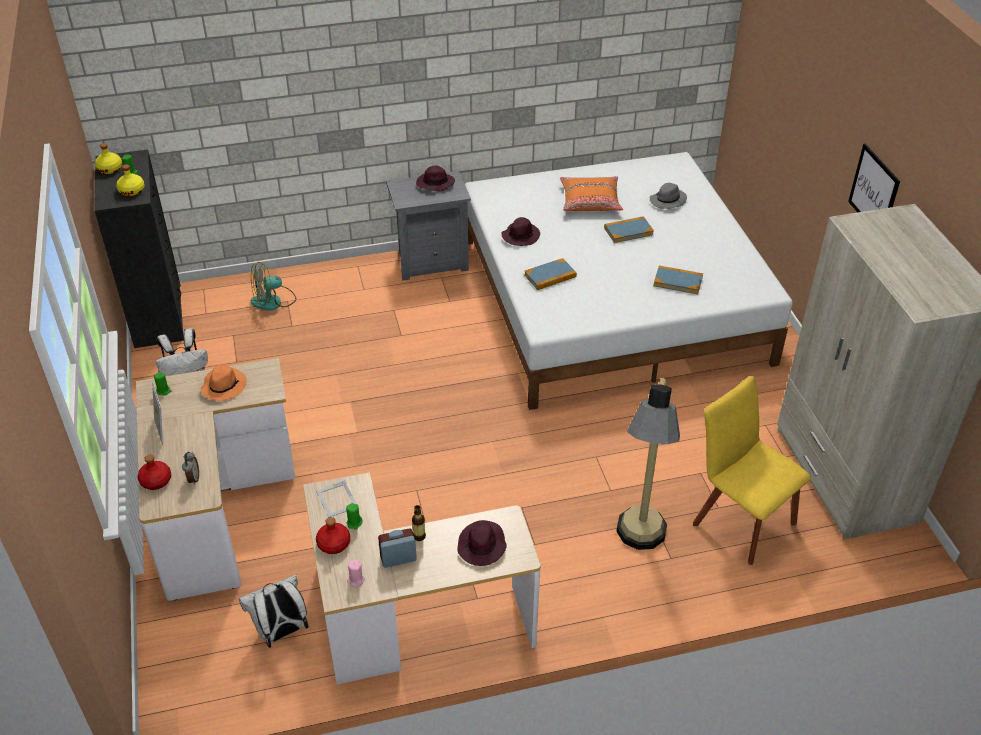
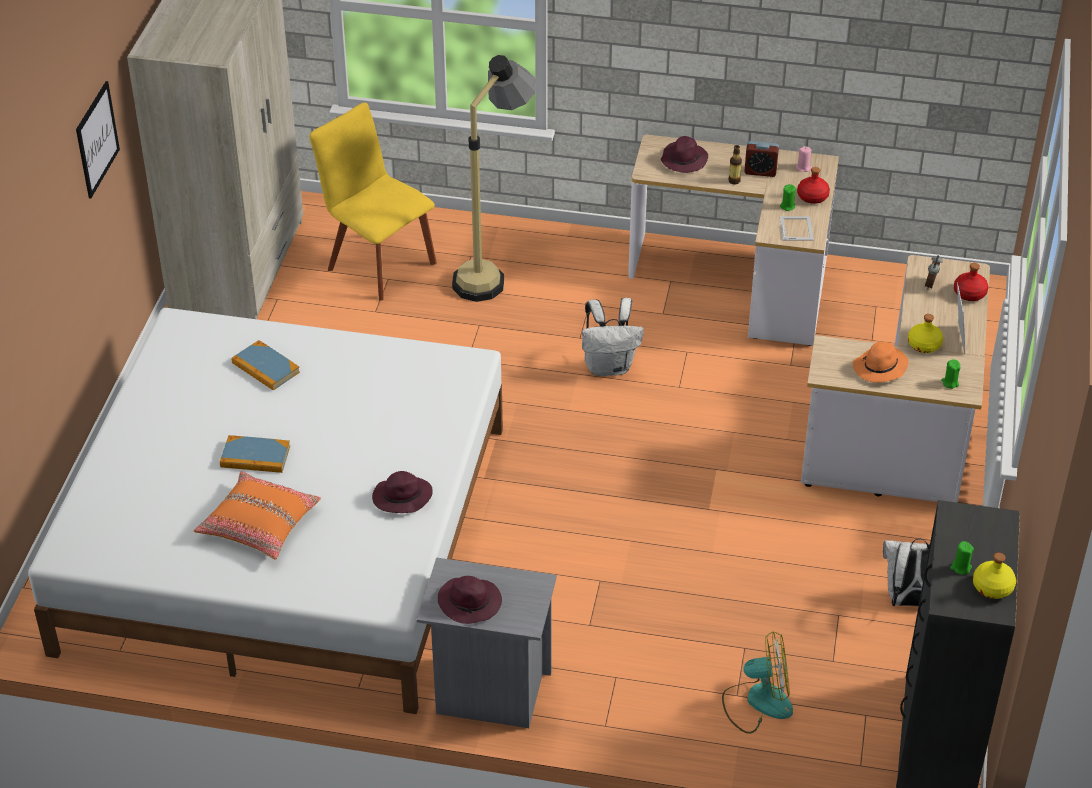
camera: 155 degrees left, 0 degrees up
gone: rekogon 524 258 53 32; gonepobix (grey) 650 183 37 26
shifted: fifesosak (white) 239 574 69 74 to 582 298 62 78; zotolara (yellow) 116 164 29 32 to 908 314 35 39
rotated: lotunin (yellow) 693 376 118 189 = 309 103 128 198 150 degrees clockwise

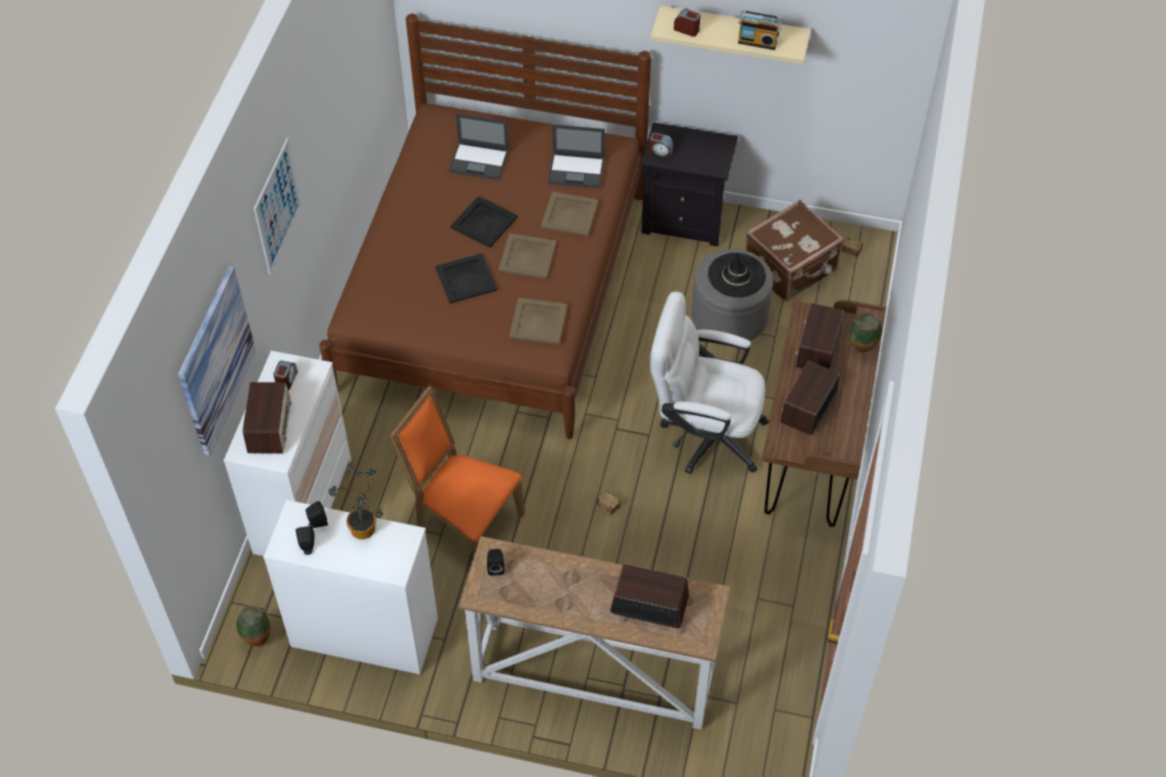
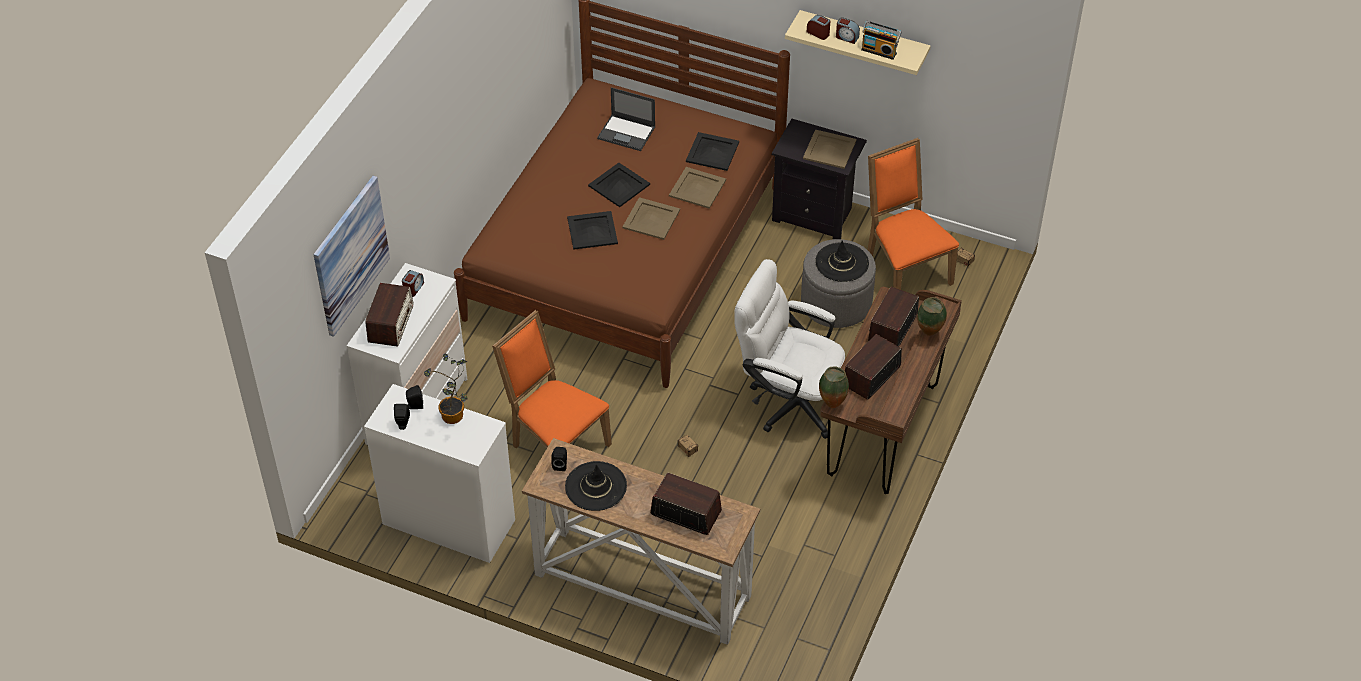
camera: 10 degrees right, 5 degrees down
gone: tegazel 254 138 48 136
new: gonepobix (black) 565 461 62 50
shifted: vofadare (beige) 509 298 59 46 to 803 129 54 40; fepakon 236 606 34 41 to 819 366 30 42; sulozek 649 132 24 26 to 836 17 24 27
swapped: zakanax 548 124 57 64 to vofadare (black) 686 132 53 39; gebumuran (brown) 745 200 99 102 to lotunin (orange) 868 138 91 152

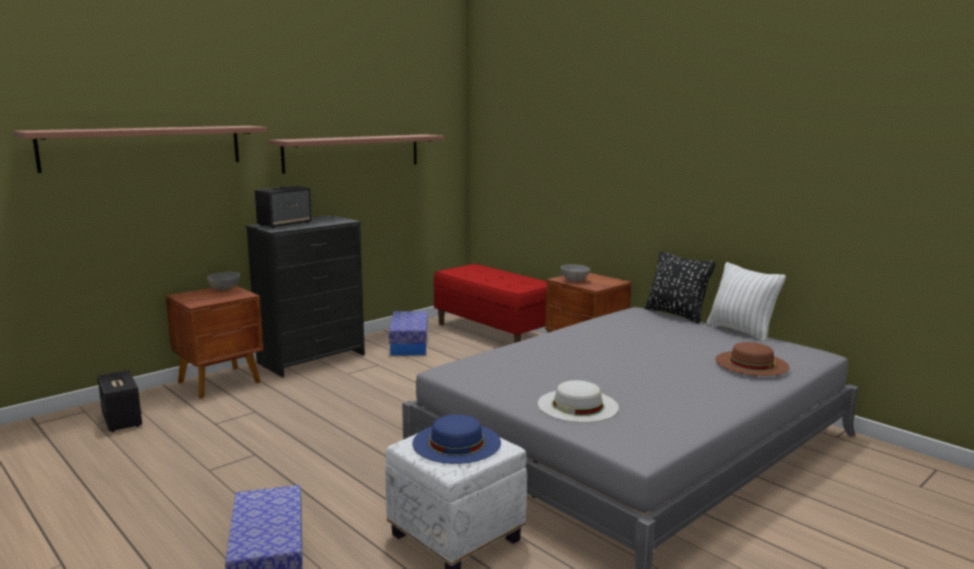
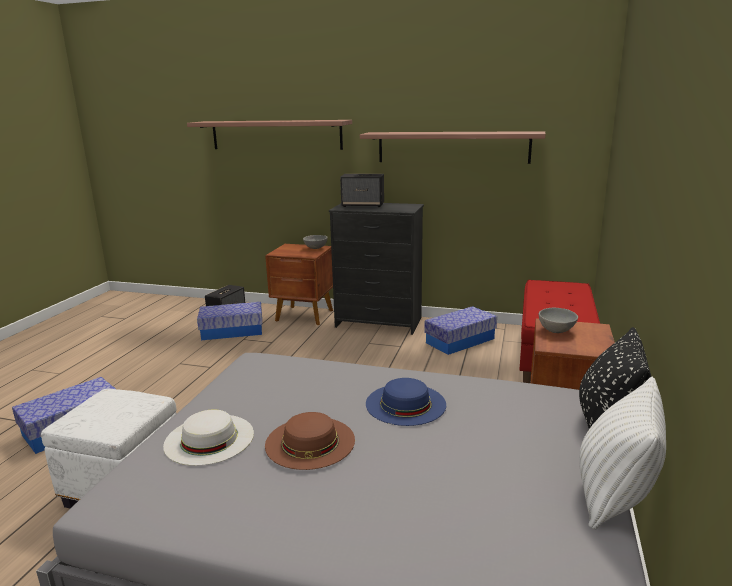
camera: 60 degrees right, 5 degrees up
new: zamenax 197 302 65 38
shifted: gonepobix (brown) 715 342 75 34 to 265 412 90 58; gonepobix (blue) 412 414 89 50 to 366 378 80 48

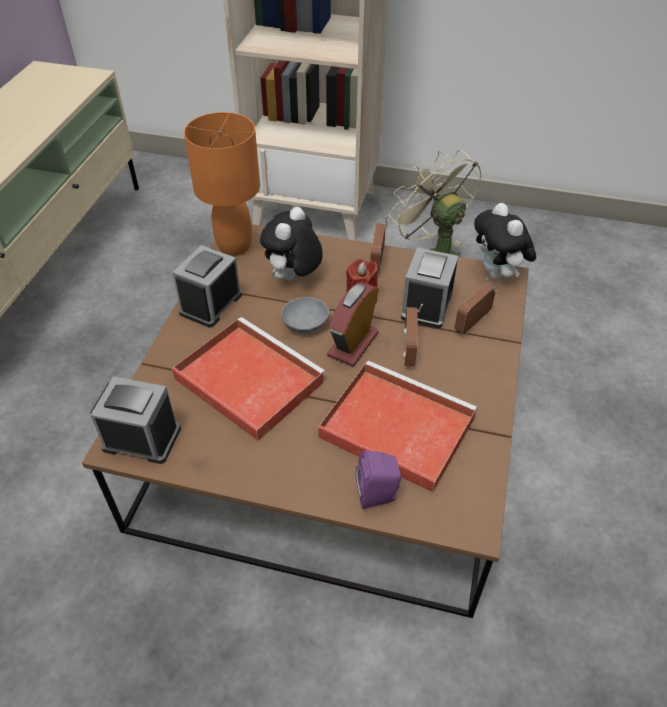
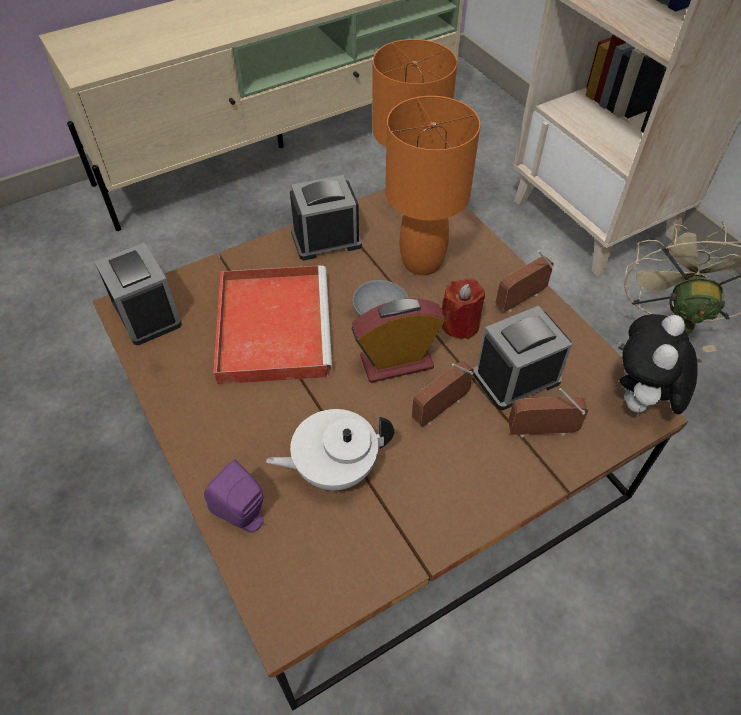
camera: 45 degrees right, 5 degrees up
swapped: vofadare (red) 318 361 159 132 to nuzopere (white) 266 409 128 81; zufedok 260 207 63 73 to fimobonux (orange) 385 96 95 179

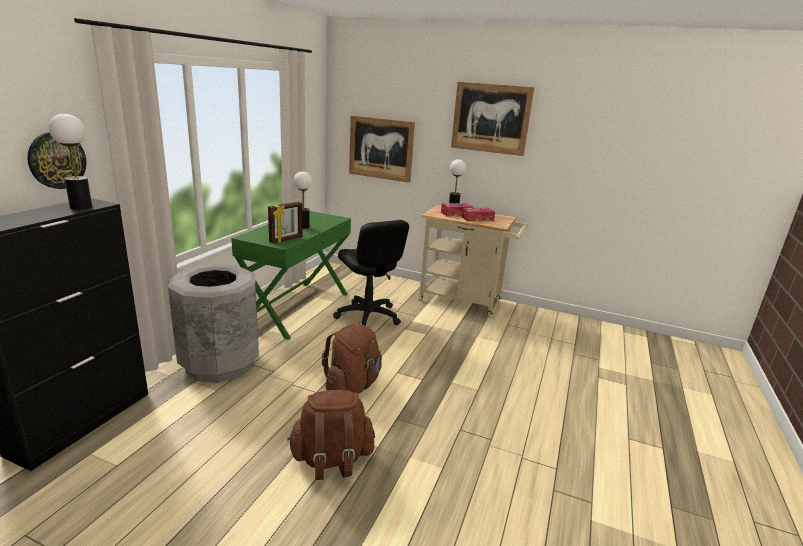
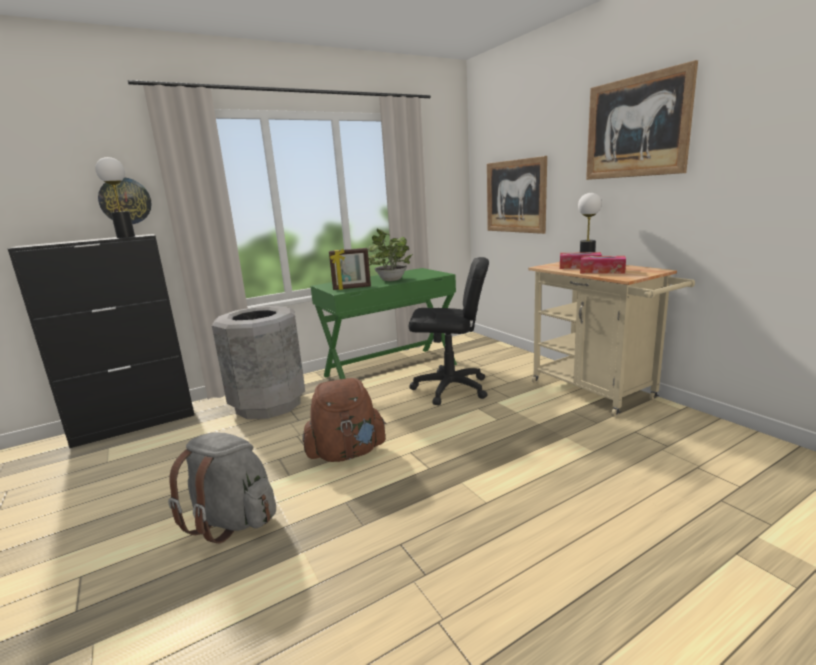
camera: 40 degrees right, 5 degrees down
swapped: fimobonux 294 171 18 58 to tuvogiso 368 229 45 52
repainted: fifesosak (brown) 287 390 88 90 to fifesosak (grey) 168 432 108 112
rotated: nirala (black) 333 220 76 106 = 409 257 80 148 90 degrees counterclockwise

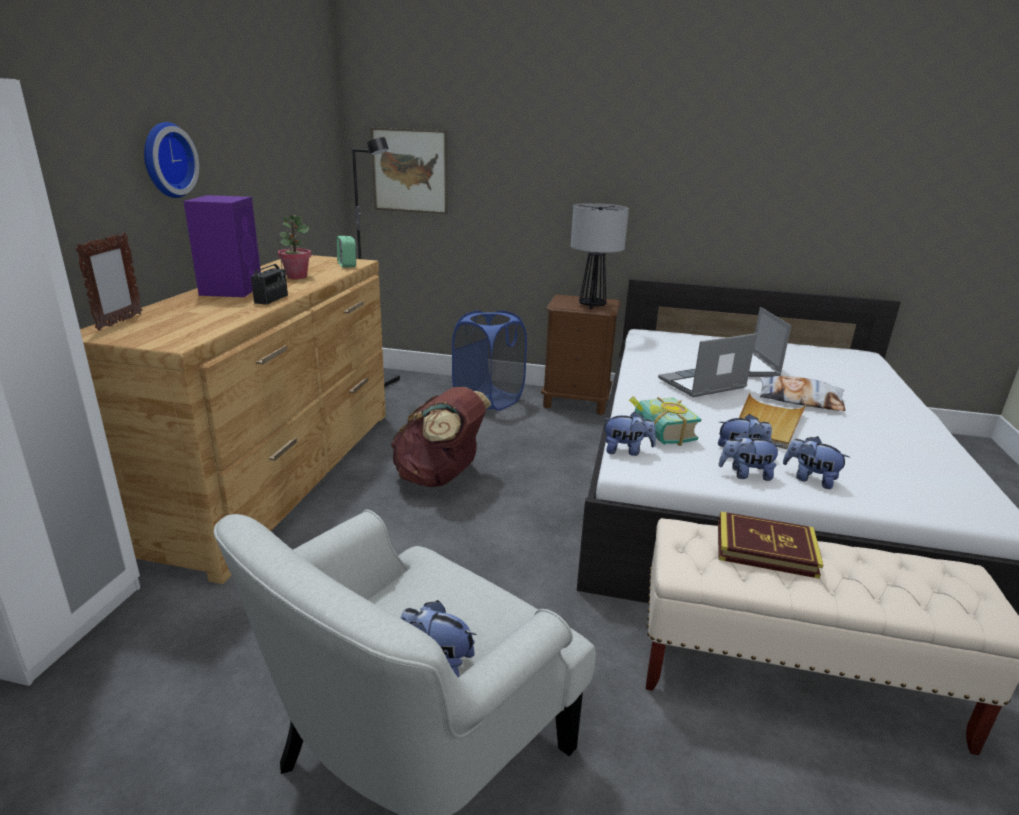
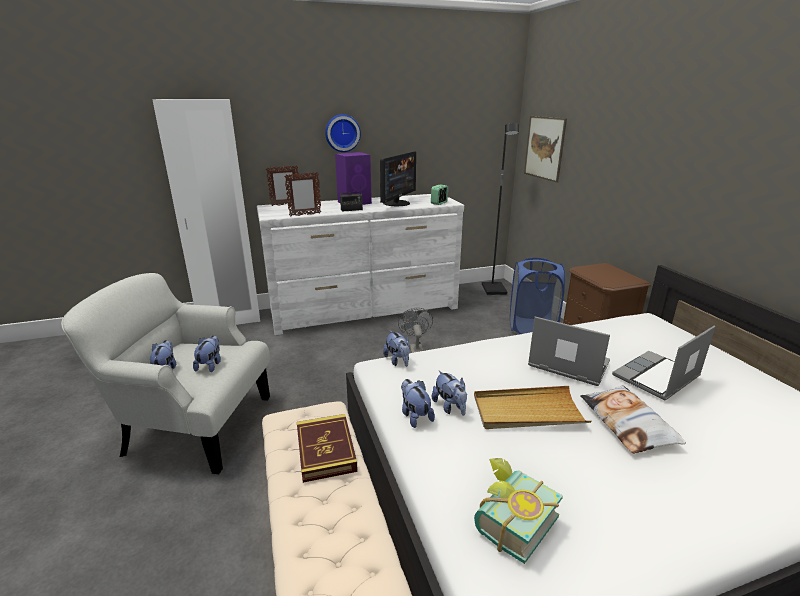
camera: 60 degrees right, 0 degrees up
gone: fimobonux 571 203 58 106
new: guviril 284 172 37 44
shifted: zufedok 783 436 67 53 to 193 335 28 37; rekogon 629 396 72 50 to 474 458 89 106
swapped: tuvogiso 278 215 34 64 to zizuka 380 151 36 55; fifesosak (brown) 391 387 100 100 to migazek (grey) 398 308 35 45
repainted: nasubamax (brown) 80 255 306 329 to nasubamax (white) 257 194 207 141

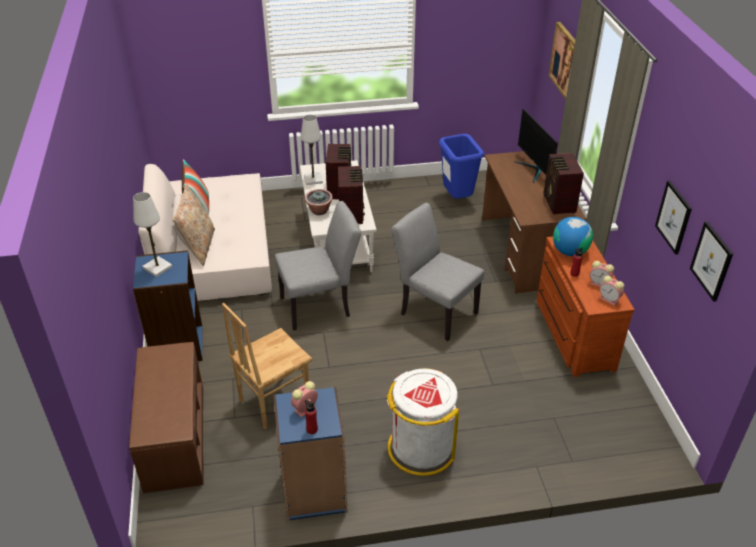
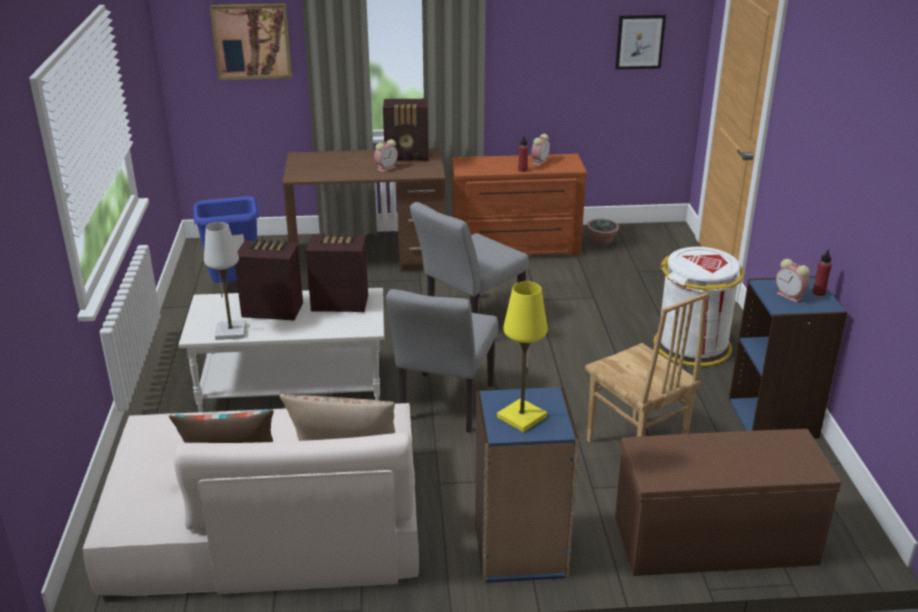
camera: 85 degrees left, 10 degrees down
gone: zizuka 514 109 44 74; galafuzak 553 217 40 39; tegazel 655 181 37 74
shifted: sulozek 600 276 24 30 to 374 139 24 33; tuvogiso 305 189 28 26 to 587 219 32 28
repainted: fimobonux (white) 133 192 39 85 to fimobonux (yellow) 497 281 50 151
rotated: lotunin (grey) 275 201 86 130 = 386 289 112 143 150 degrees counterclockwise

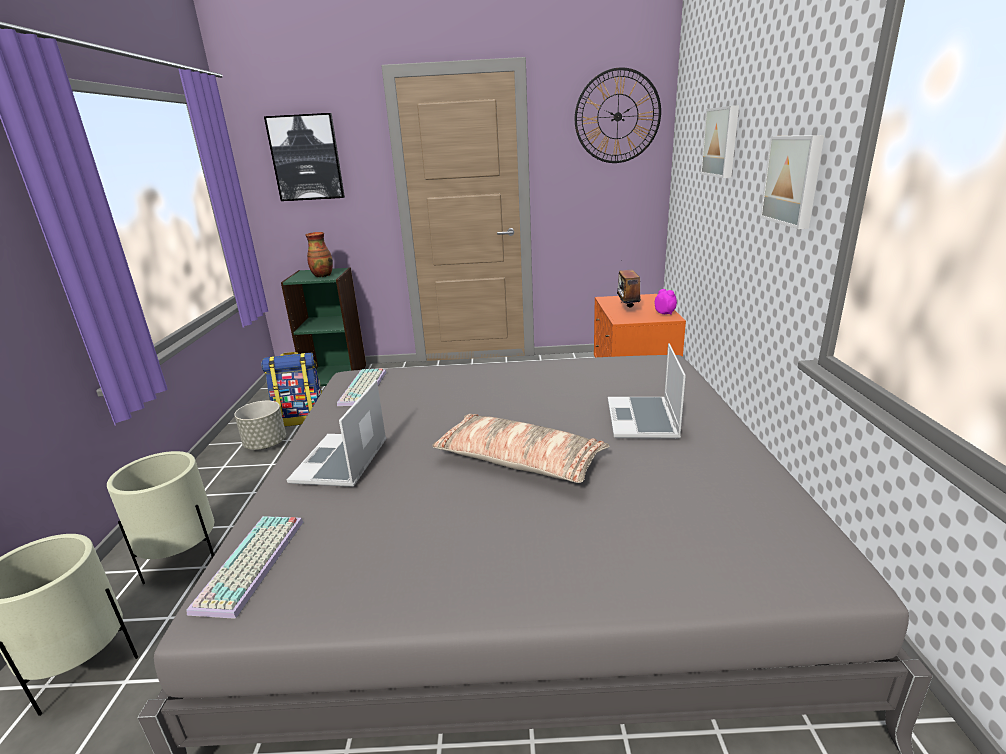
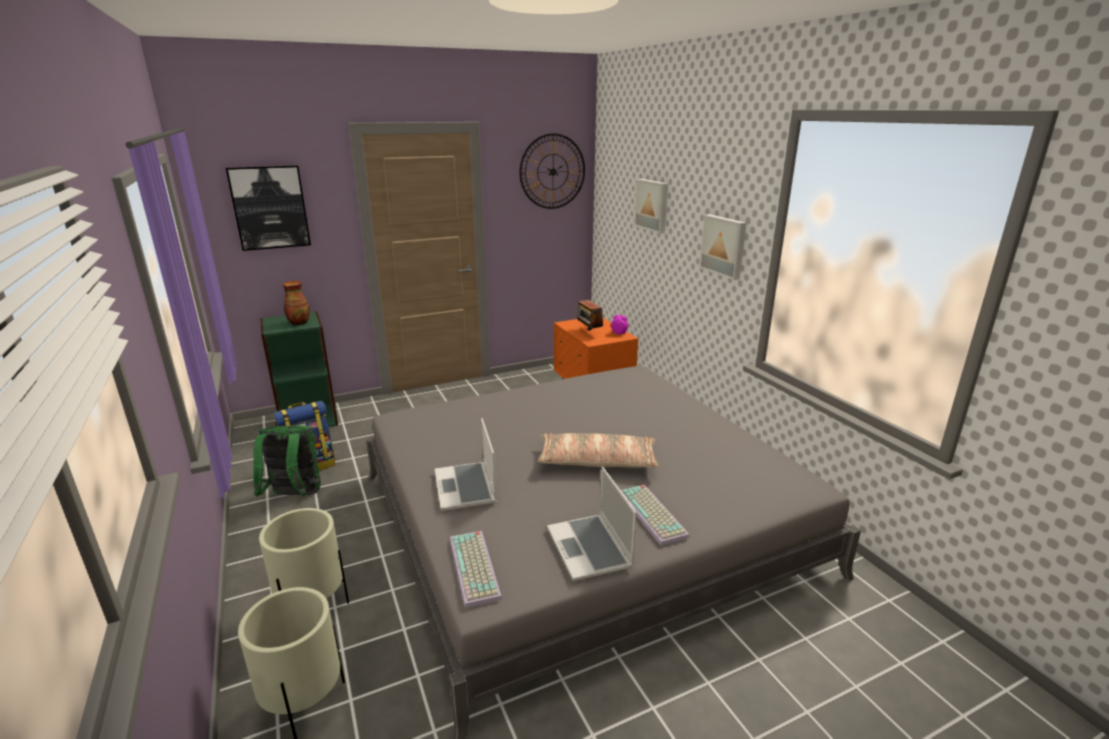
camera: 25 degrees left, 0 degrees up
shifted: zakanax 608 344 78 95 to 547 466 90 115; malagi 337 369 50 37 to 621 485 69 60
swapped: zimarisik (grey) 234 401 52 49 to fifesosak (green) 253 425 68 72

